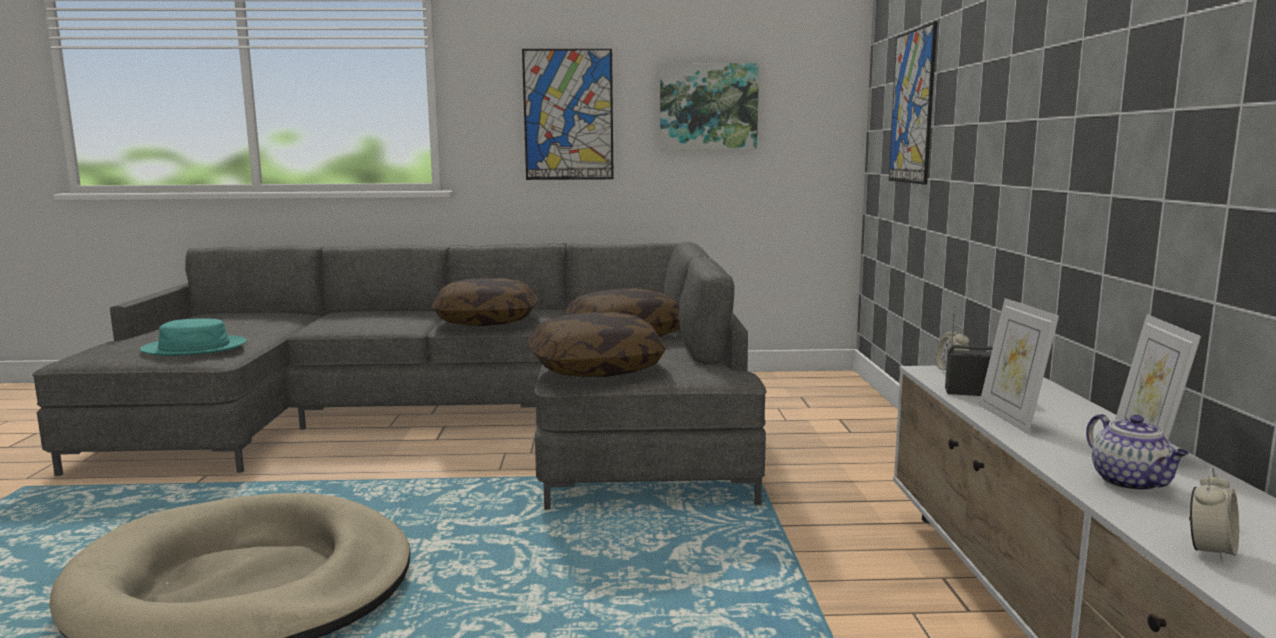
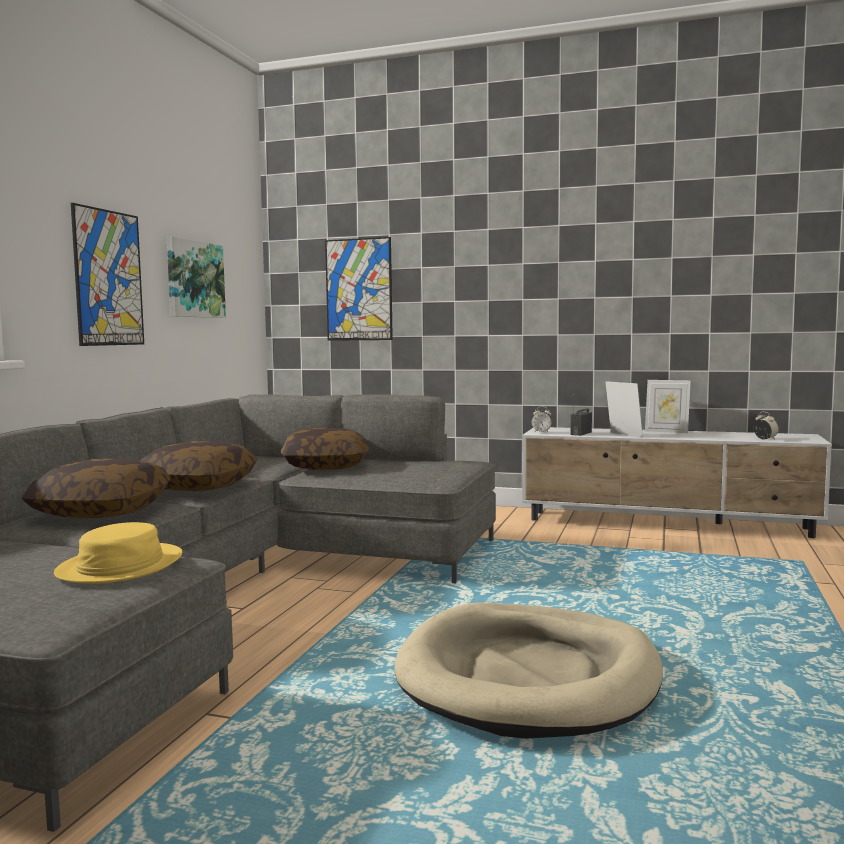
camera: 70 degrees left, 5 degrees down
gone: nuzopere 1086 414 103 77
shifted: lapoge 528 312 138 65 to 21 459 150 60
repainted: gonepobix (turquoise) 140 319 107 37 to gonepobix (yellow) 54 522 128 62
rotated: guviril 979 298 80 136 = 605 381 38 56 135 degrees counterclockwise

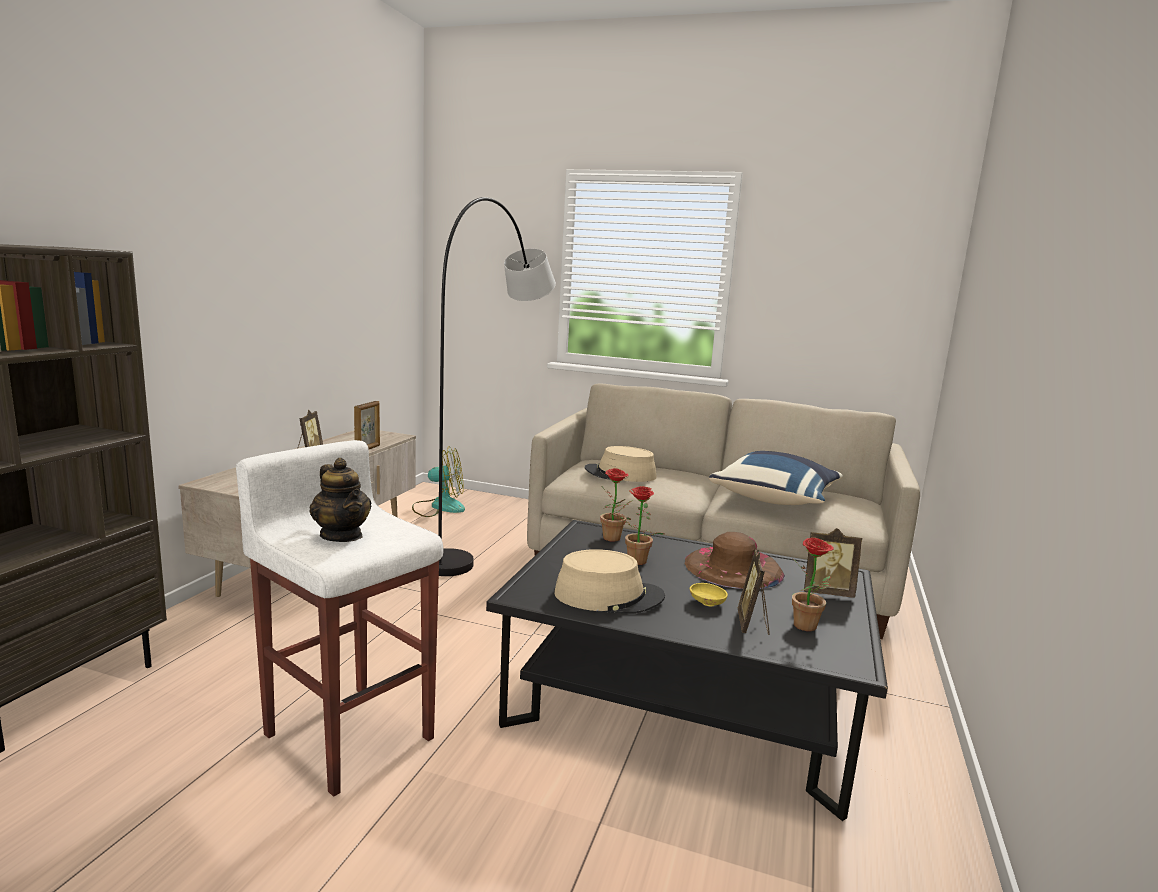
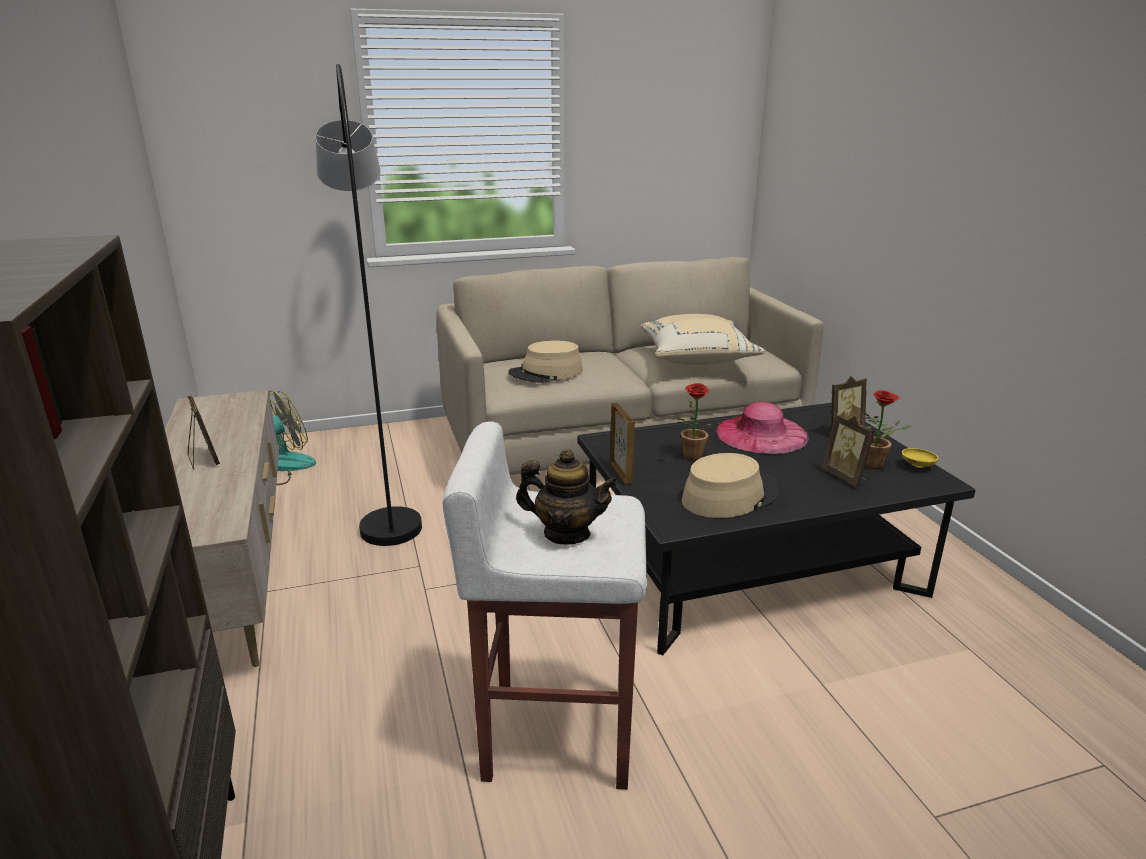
camera: 35 degrees left, 10 degrees up
gone: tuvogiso 600 468 33 74
shifted: guviril 354 401 26 48 to 610 402 25 82; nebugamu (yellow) 690 583 38 23 to 902 448 37 20
repainted: lapoge (blue) 709 451 134 54 to lapoge (beige) 640 314 125 51; gonepobix (brown) 685 532 100 57 to gonepobix (pink) 716 401 93 53

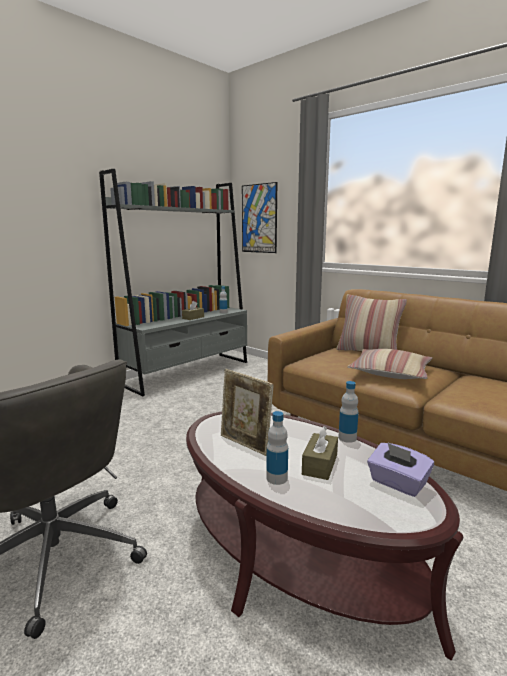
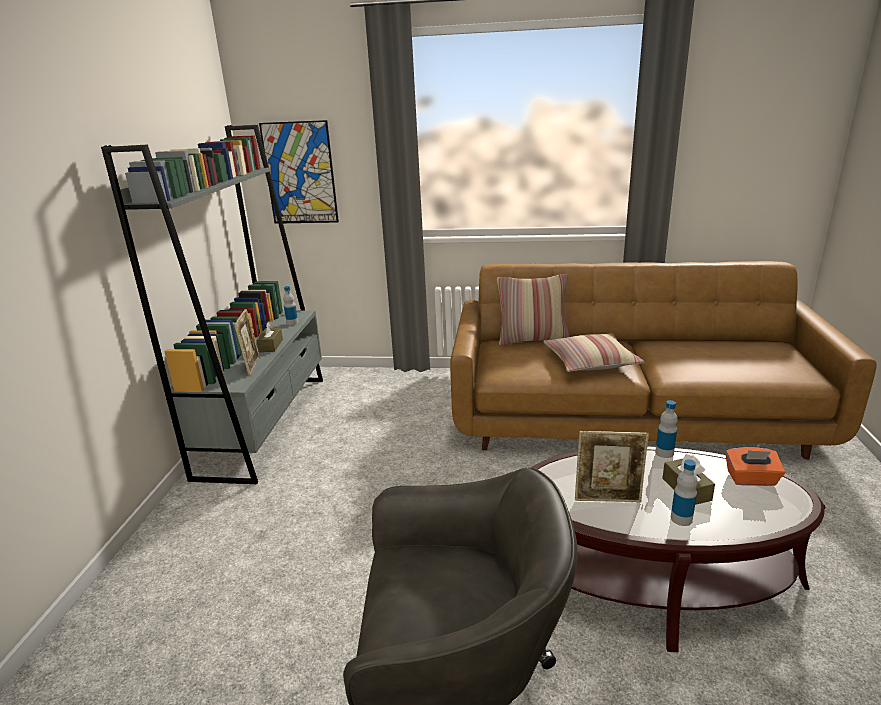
camera: 35 degrees left, 10 degrees up
new: guviril 234 309 26 66
repainted: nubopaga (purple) 367 443 67 54 to nubopaga (orange) 726 447 59 39

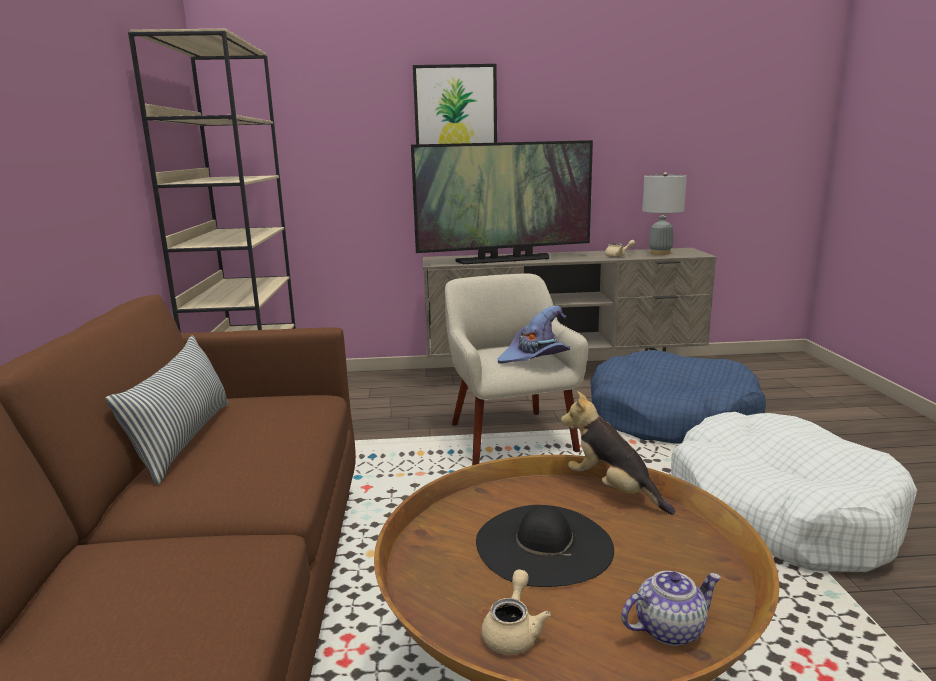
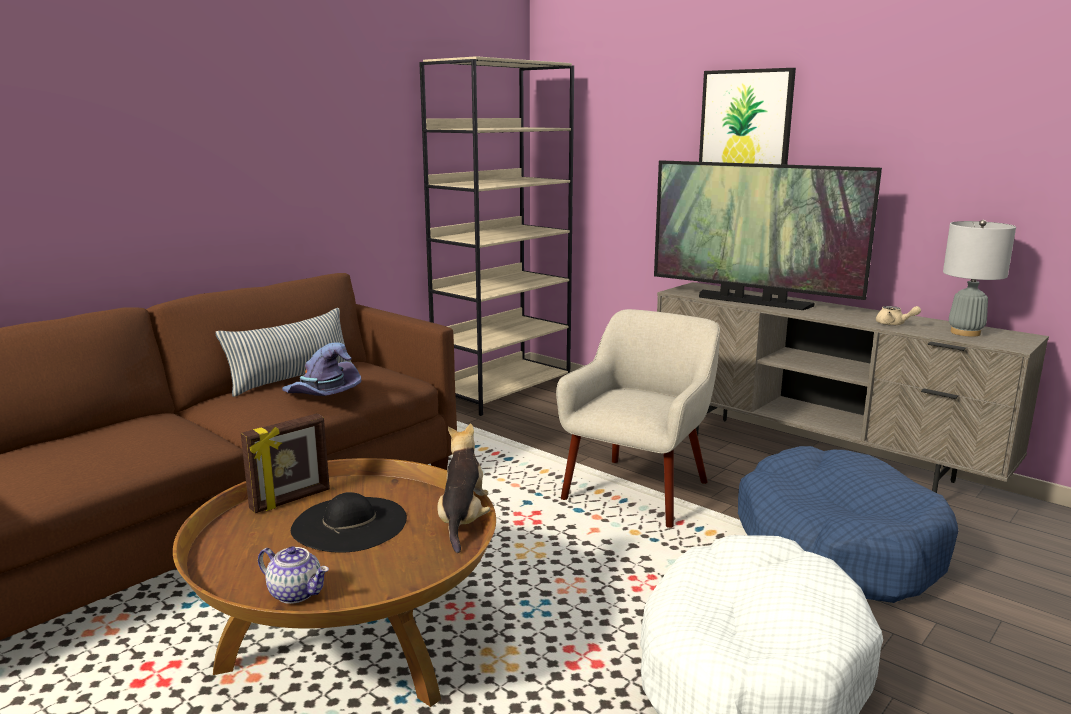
camera: 45 degrees right, 0 degrees up
gone: nuzopere (beige) 481 570 70 85
new: guviril 241 414 89 99
shifted: gonepobix (purple) 498 306 72 58 to 282 343 79 53

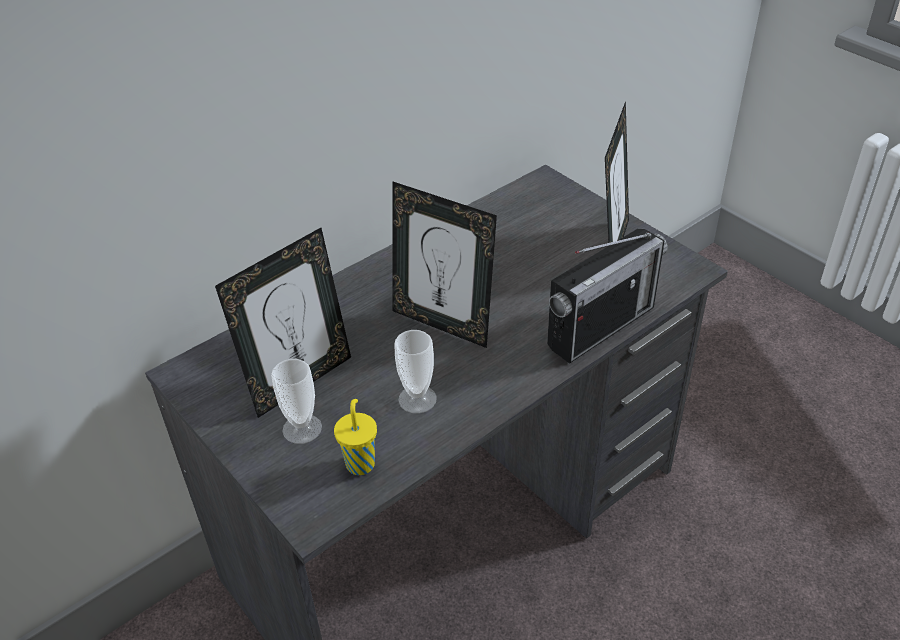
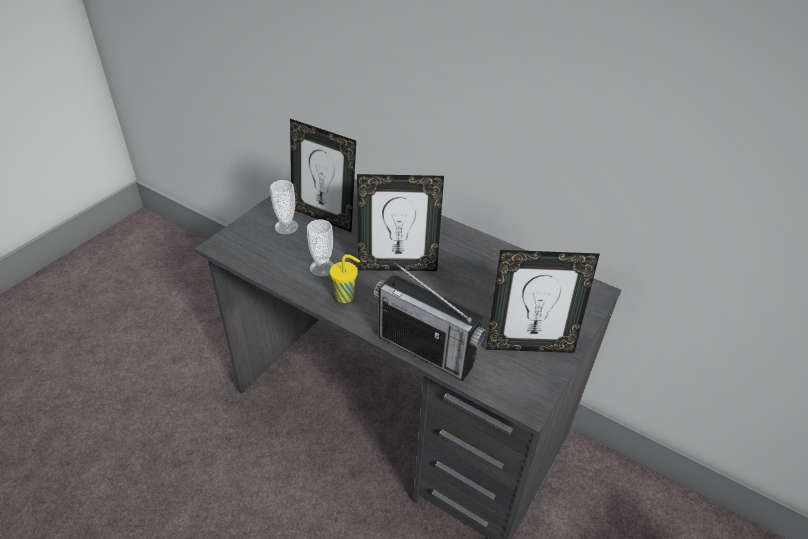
camera: 70 degrees right, 0 degrees up
shifted: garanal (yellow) 334 399 43 76 to 330 254 30 49
rotated: guviril 392 182 105 166 = 357 174 87 97 105 degrees counterclockwise

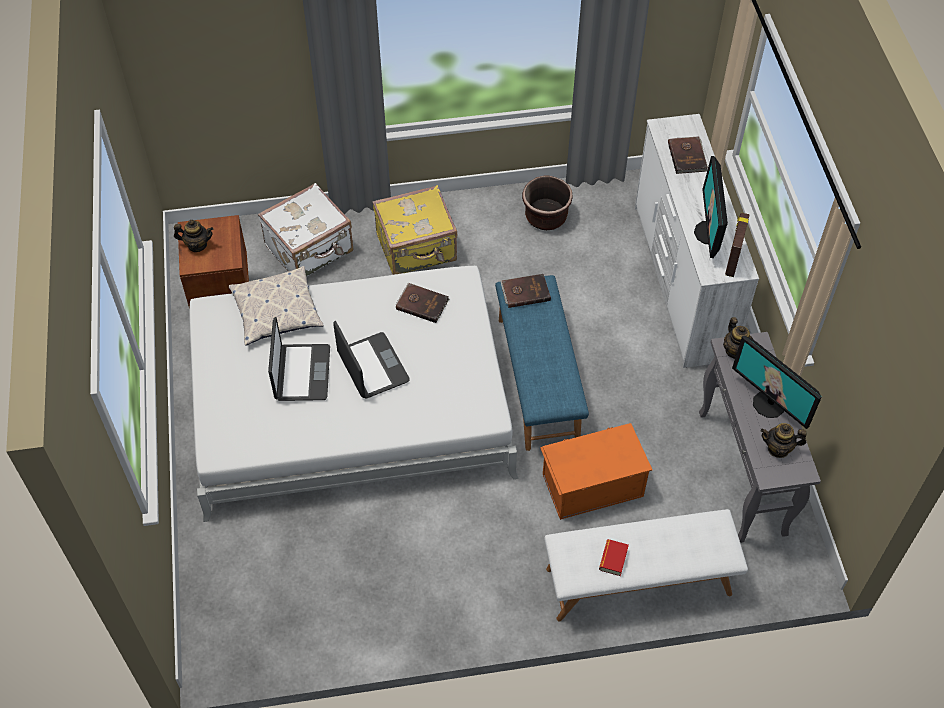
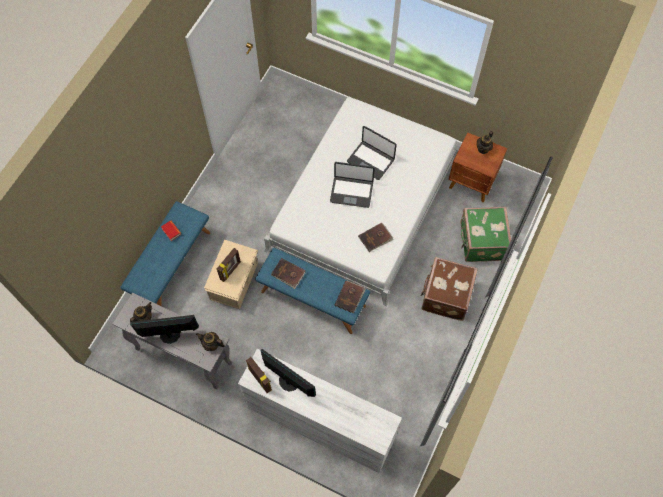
camera: 125 degrees right, 10 degrees up
gone: lapoge 229 266 95 80; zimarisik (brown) 522 176 51 54
new: guviril 217 248 24 34
shifted: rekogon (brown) 668 136 40 38 to 271 258 34 31
repainted: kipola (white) 544 509 204 113 to kipola (blue) 120 201 91 105; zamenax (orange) 540 423 113 97 to zamenax (beige) 204 240 54 69; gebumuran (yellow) 372 185 85 90 to gebumuran (brown) 420 257 58 64; gebumuran (white) 258 183 96 94 to gebumuran (green) 460 207 51 55

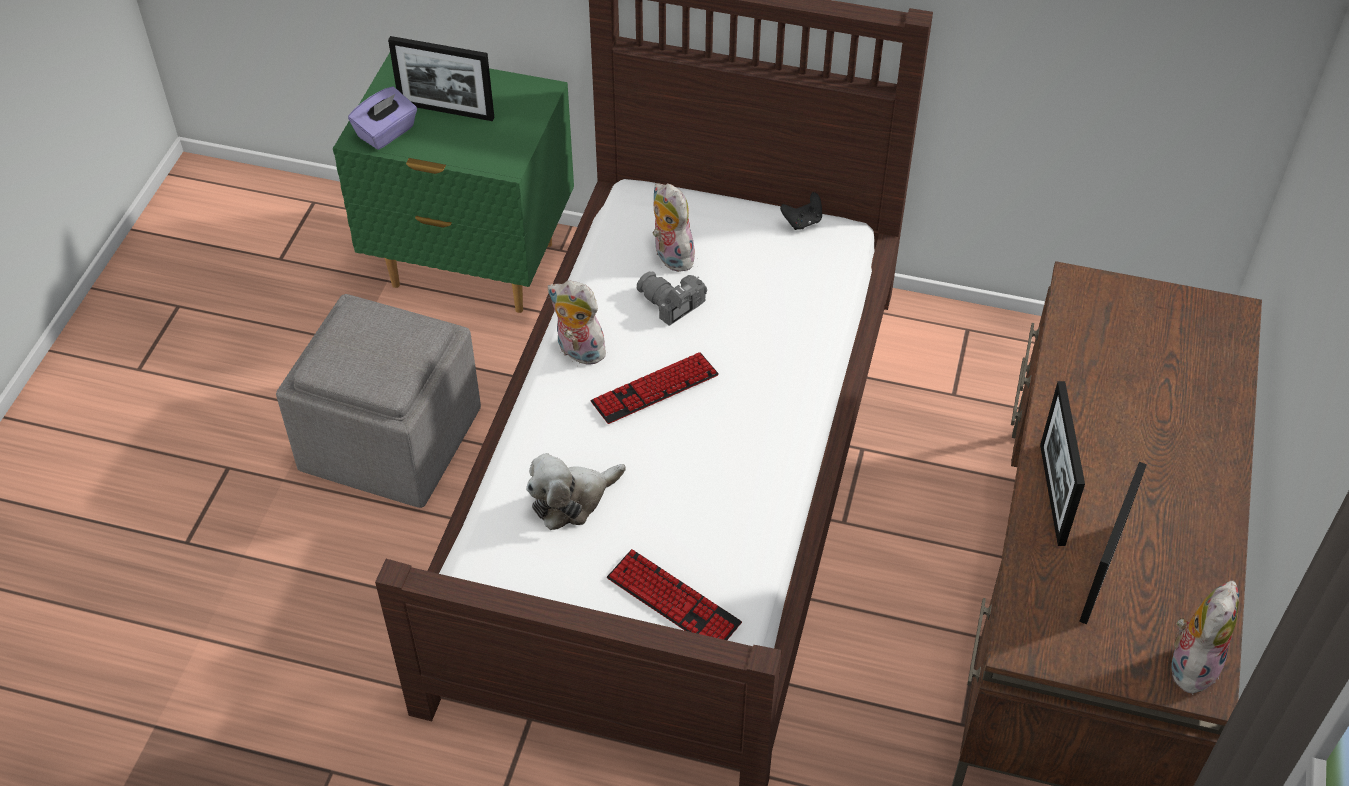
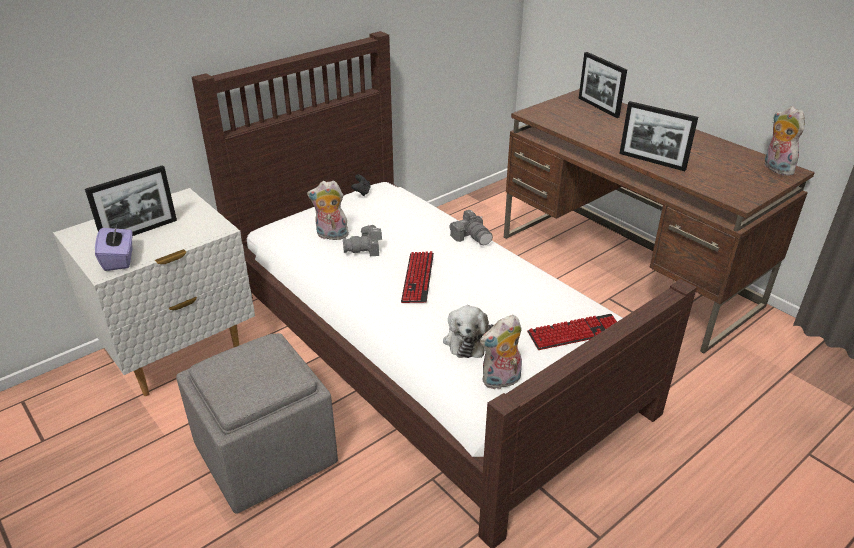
camera: 55 degrees left, 15 degrees down
new: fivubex 449 210 44 35
shifted: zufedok 548 281 64 83 to 480 315 42 75; guviril 1079 462 68 162 to 579 52 48 66
repainted: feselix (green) 333 53 241 260 to feselix (white) 53 188 202 208

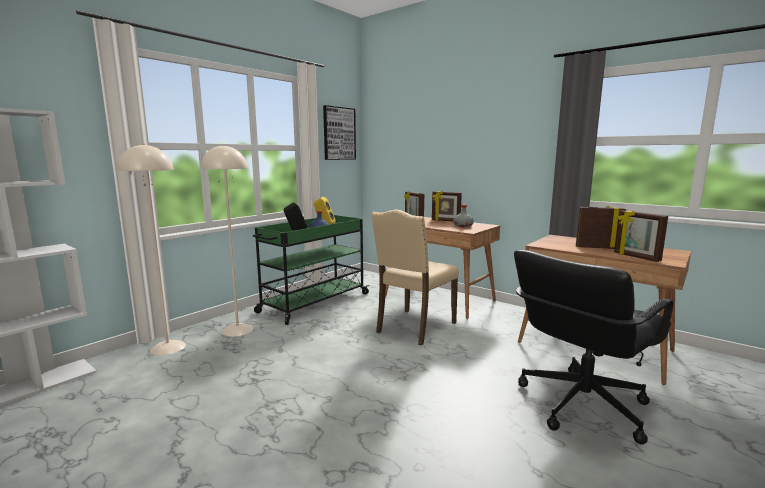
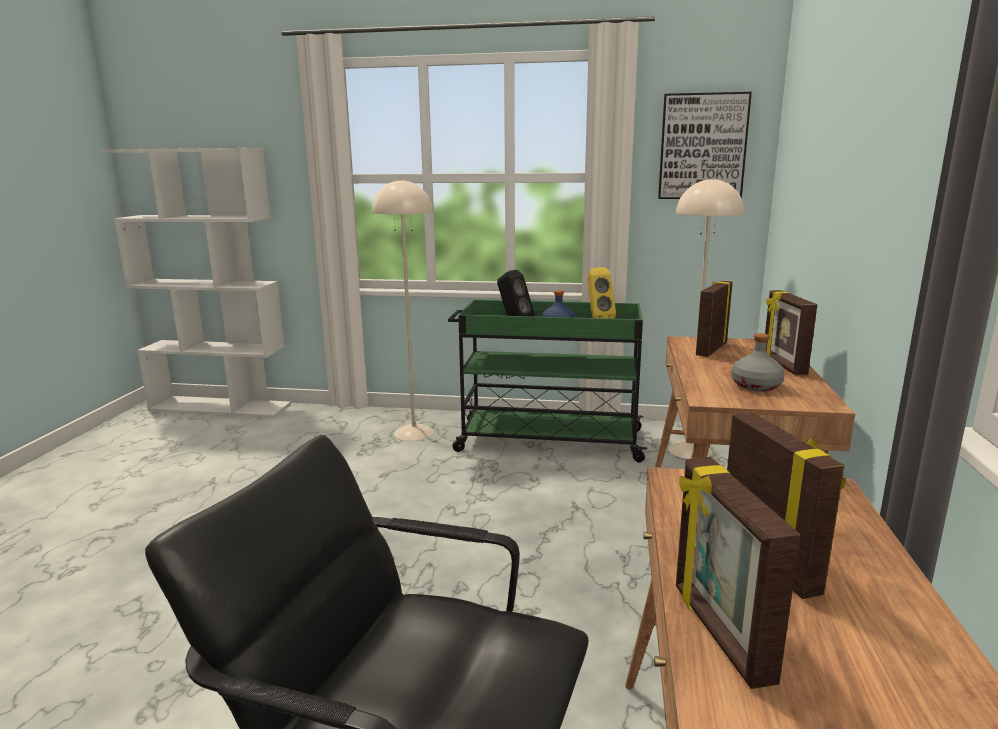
camera: 60 degrees right, 5 degrees up
gone: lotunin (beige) 371 209 88 137
shifted: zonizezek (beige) 118 144 68 212 to 668 177 76 282
rotated: guviril 614 210 54 52 = 676 457 124 232 45 degrees counterclockwise

